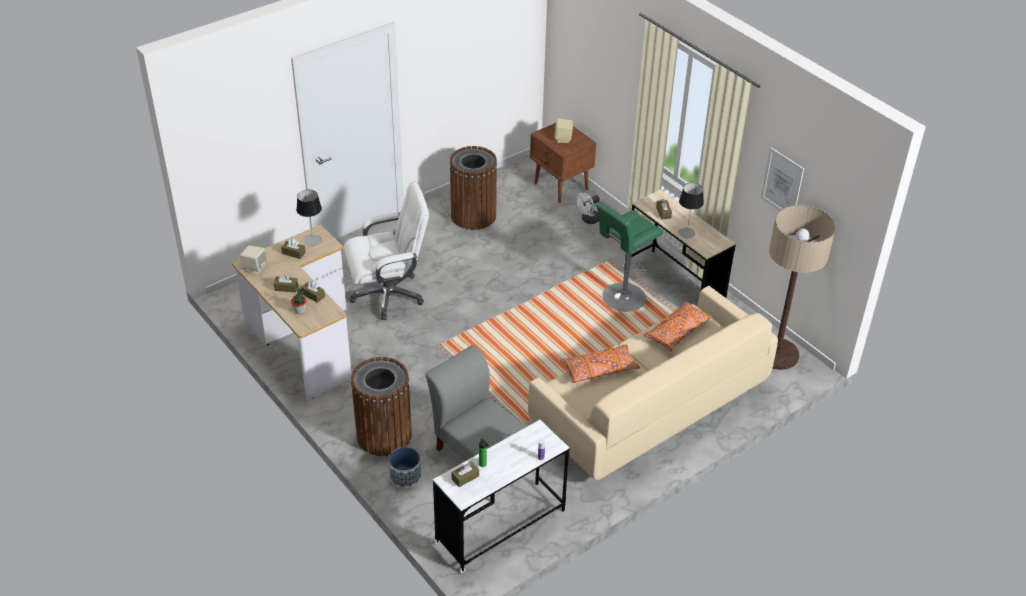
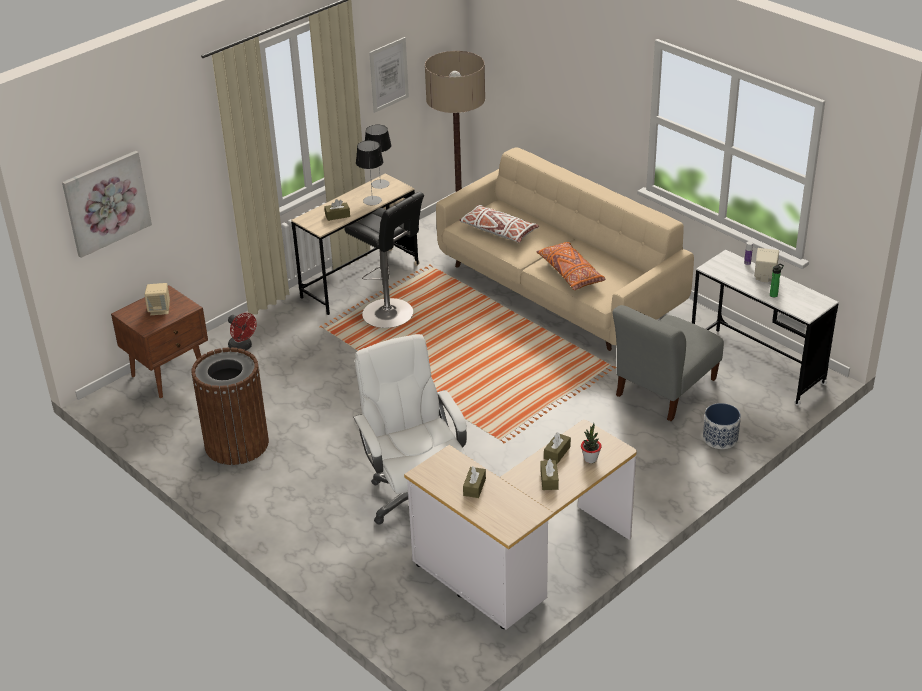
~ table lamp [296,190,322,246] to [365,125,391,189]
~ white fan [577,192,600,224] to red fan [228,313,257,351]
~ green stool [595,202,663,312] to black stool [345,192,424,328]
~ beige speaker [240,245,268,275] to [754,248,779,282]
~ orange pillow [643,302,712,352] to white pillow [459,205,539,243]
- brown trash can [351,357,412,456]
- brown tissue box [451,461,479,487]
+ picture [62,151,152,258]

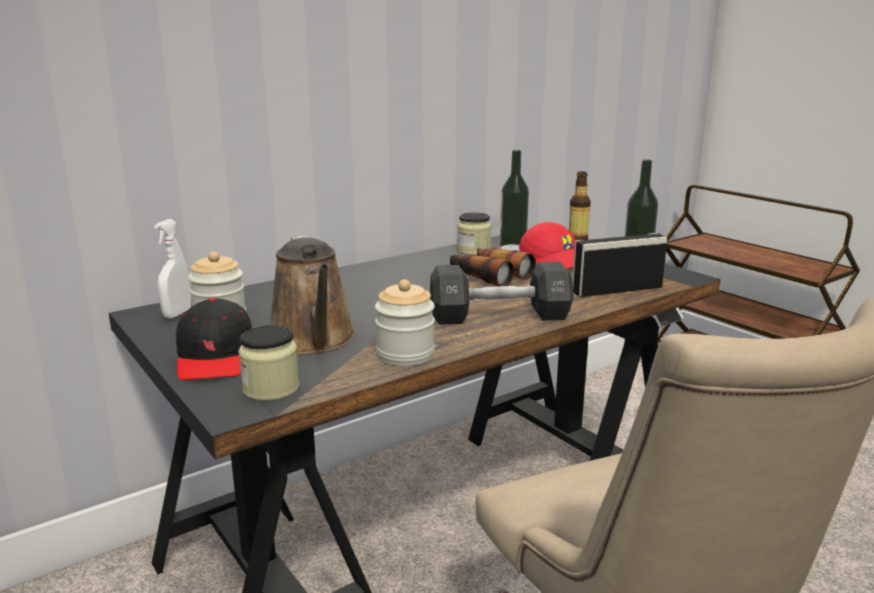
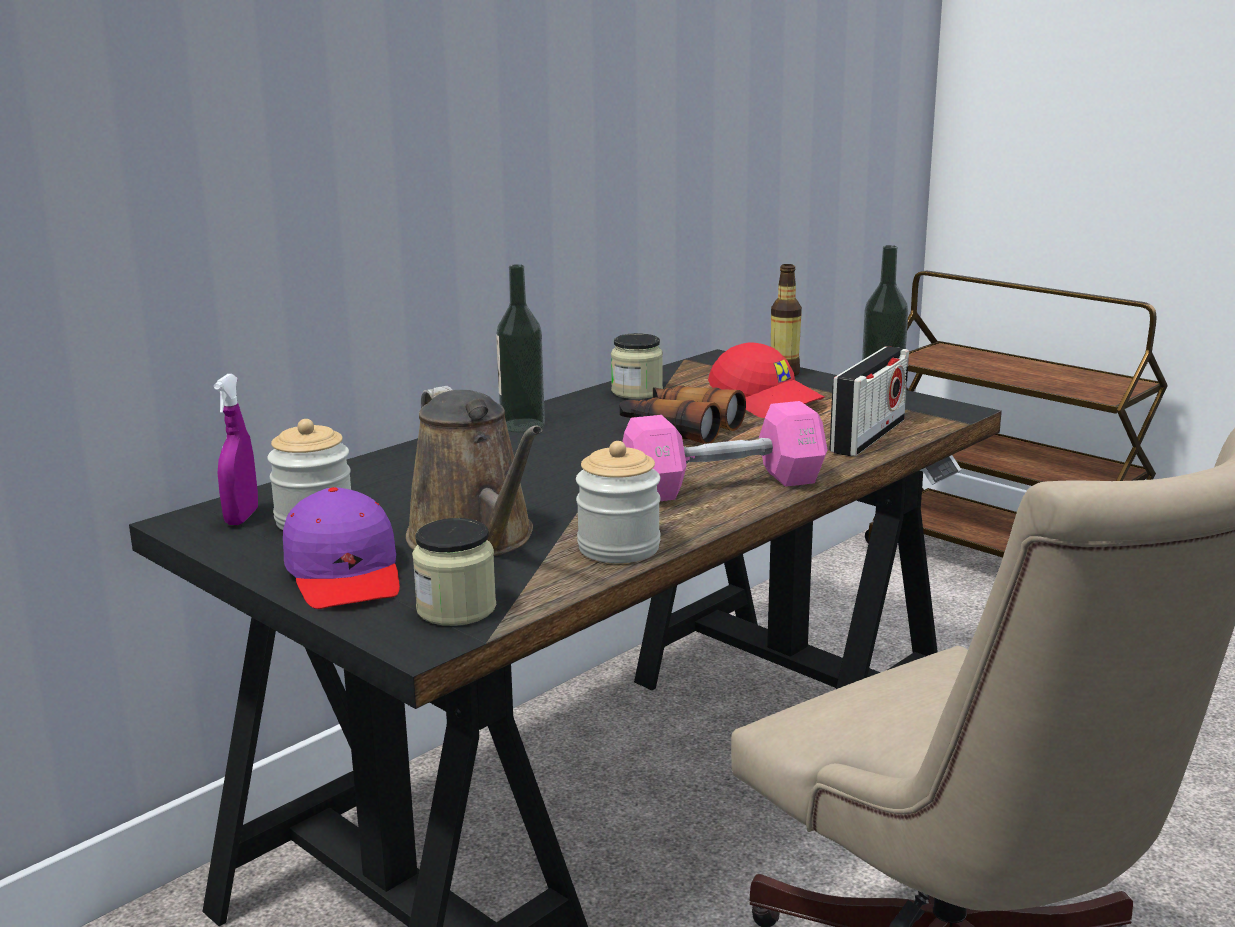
~ bottle [500,150,529,251] to [496,264,545,433]
~ white spray bottle [154,219,191,319] to purple spray bottle [214,374,258,525]
~ radio [572,233,667,297] = [829,346,909,456] 150 degrees clockwise
~ black dumbbell [430,262,574,325] to pink dumbbell [622,401,827,501]
~ black cap [176,298,252,380] to purple cap [283,487,400,609]

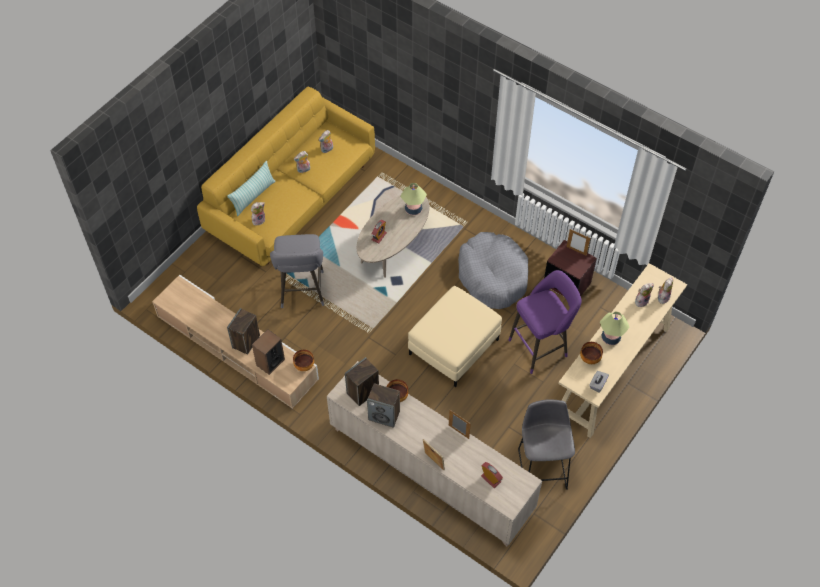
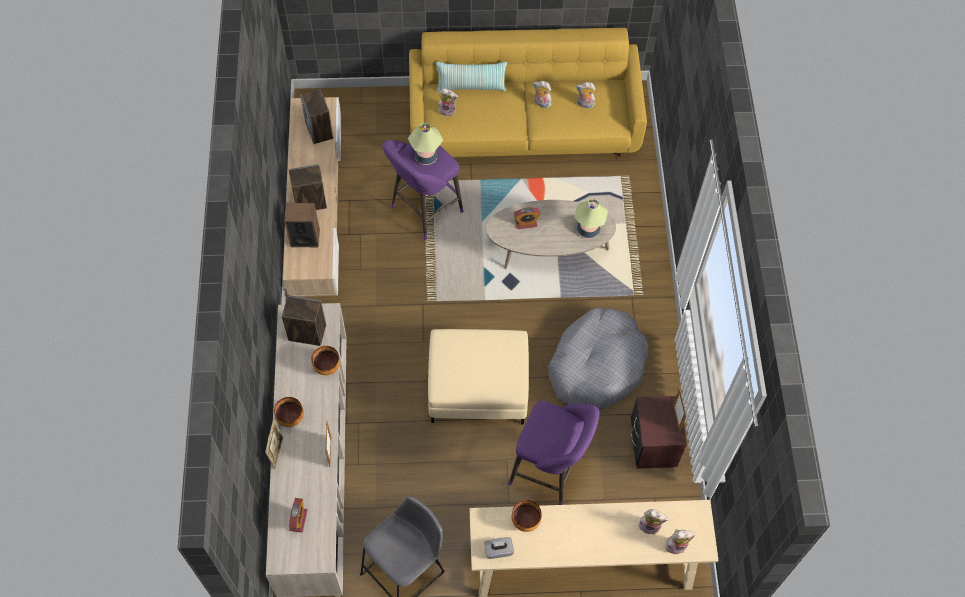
~ grey stool [270,234,324,308] to purple stool [382,140,464,240]
~ table lamp [600,312,629,345] to [408,123,443,165]
~ bowl [293,350,314,371] to [274,397,304,427]
~ speaker [367,383,400,428] to [300,89,333,144]

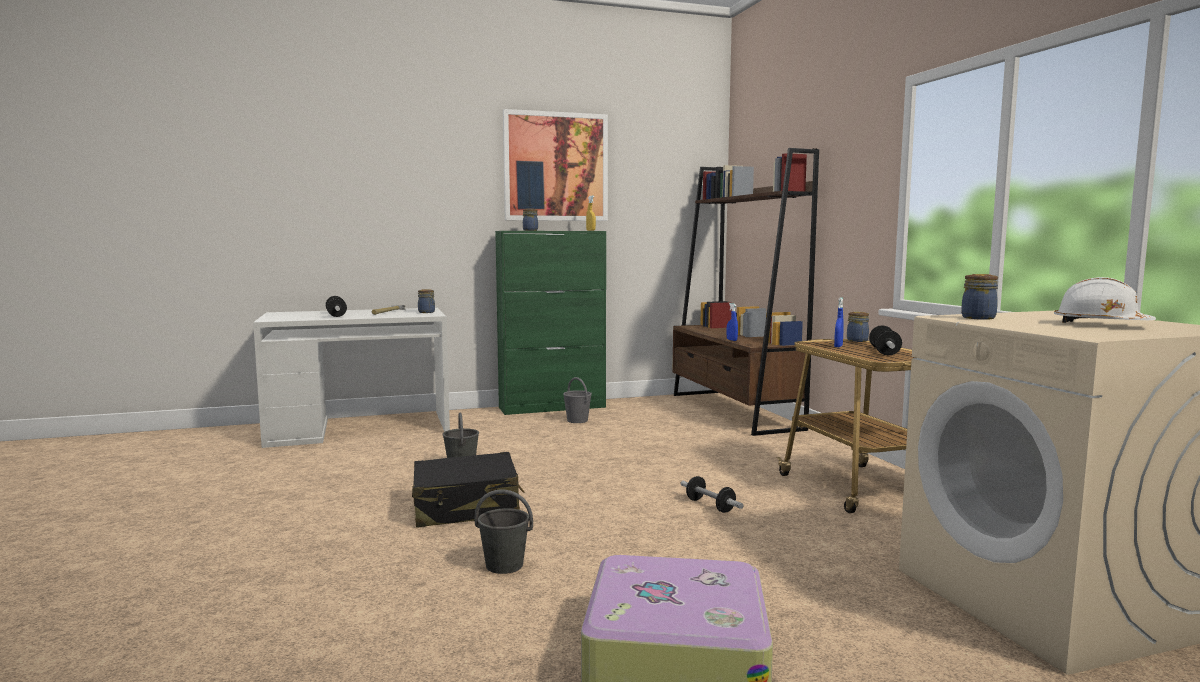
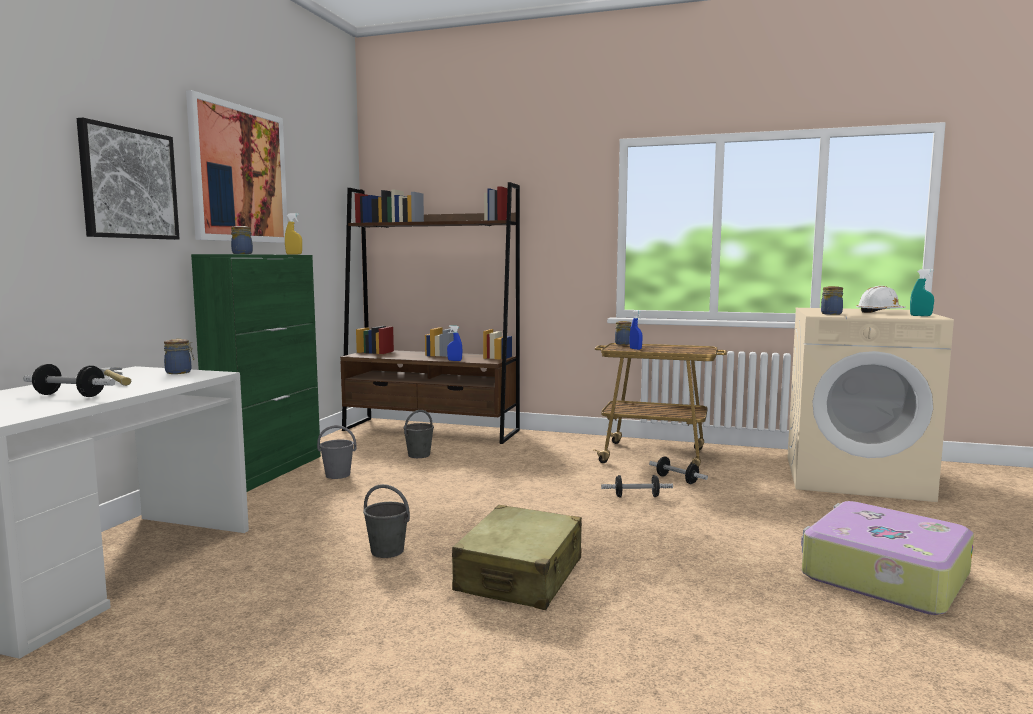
~ dumbbell [869,325,902,356] to [649,457,708,484]
~ black suitcase [412,452,524,527] to beige suitcase [452,505,582,610]
~ grey bucket [475,489,533,574] to [403,410,434,458]
+ picture [77,117,180,240]
+ turquoise spray bottle [910,269,934,316]

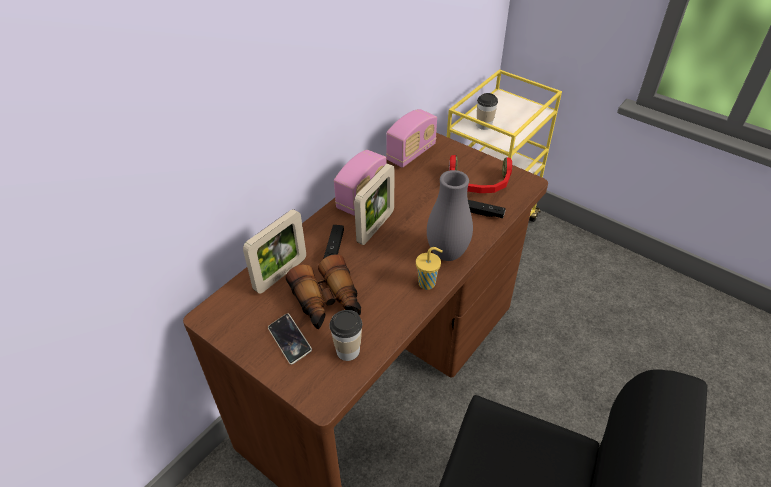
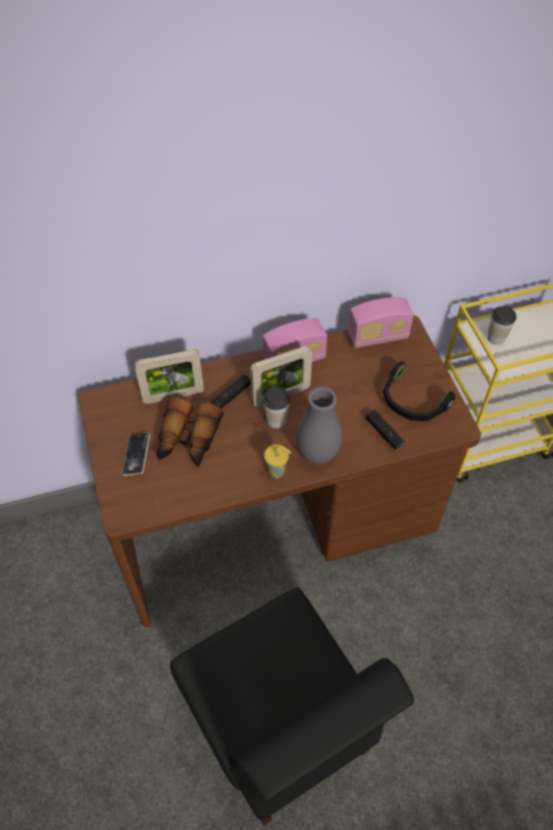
~ red headphones [449,155,512,193] to black headphones [383,361,455,421]
~ cup [329,310,362,361] to [263,387,290,429]

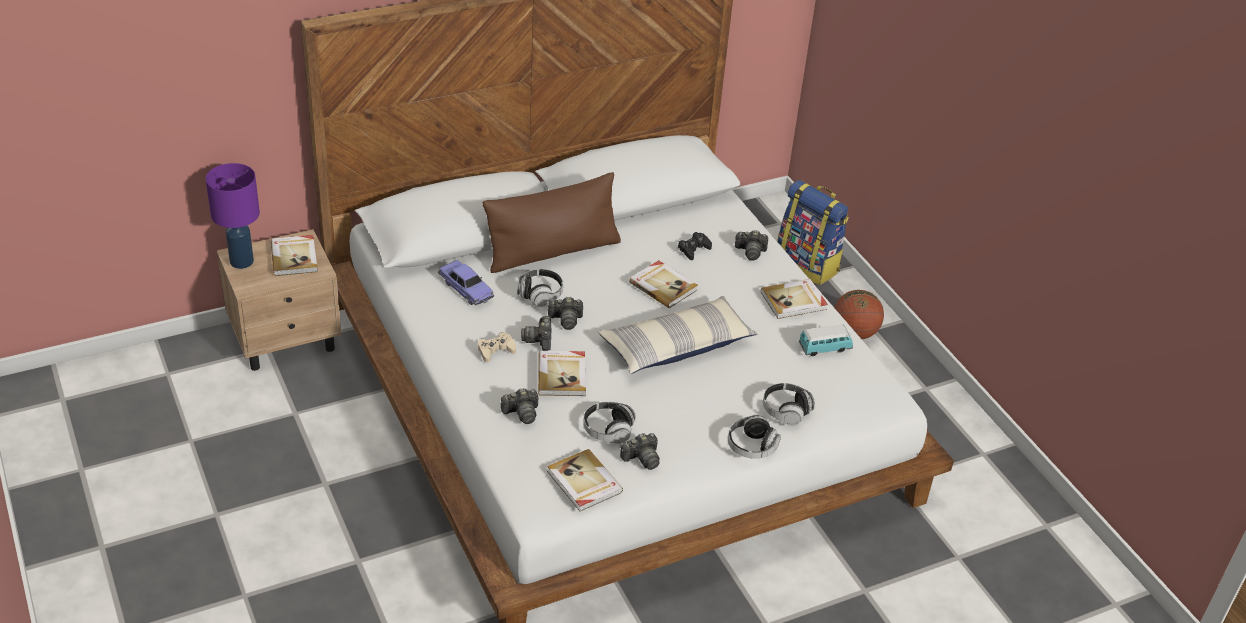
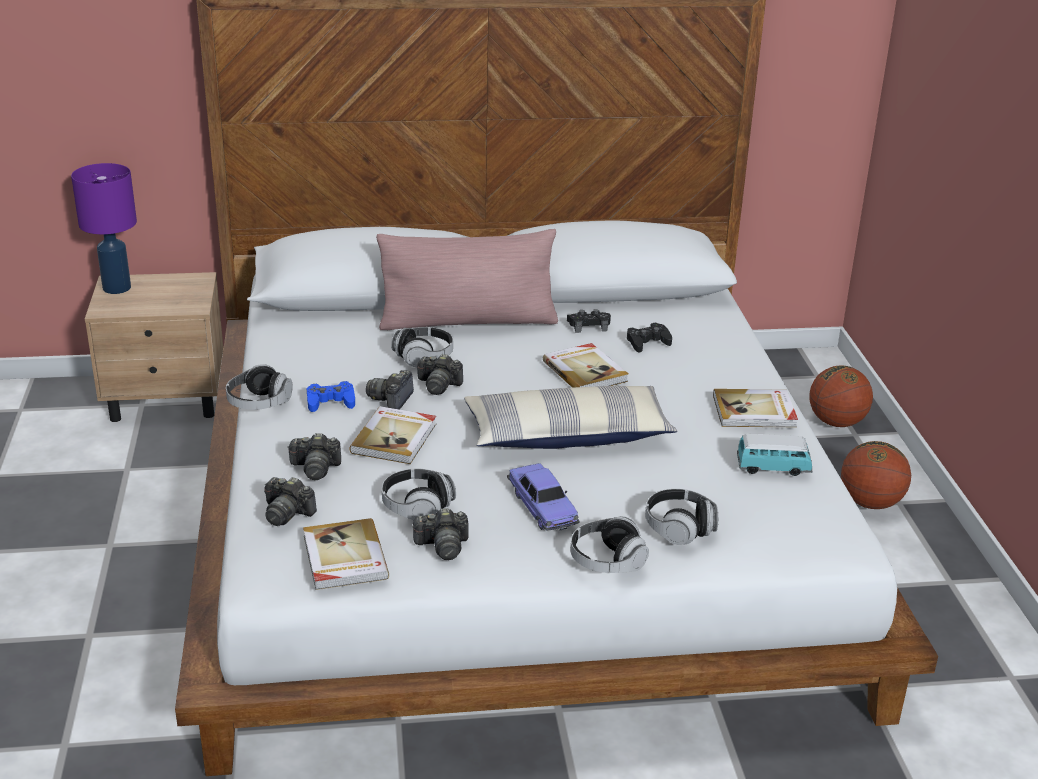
~ brown pillow [482,172,621,273] to pink pillow [376,229,558,330]
~ backpack [777,180,849,285] to basketball [809,365,873,427]
~ photo camera [735,230,768,261] to [264,477,317,526]
- book [271,235,318,276]
~ toy car [438,260,494,305] to [507,463,580,530]
~ beige game controller [478,332,516,363] to blue game controller [307,381,355,412]
+ black game controller [567,309,611,333]
+ headphones [226,364,293,410]

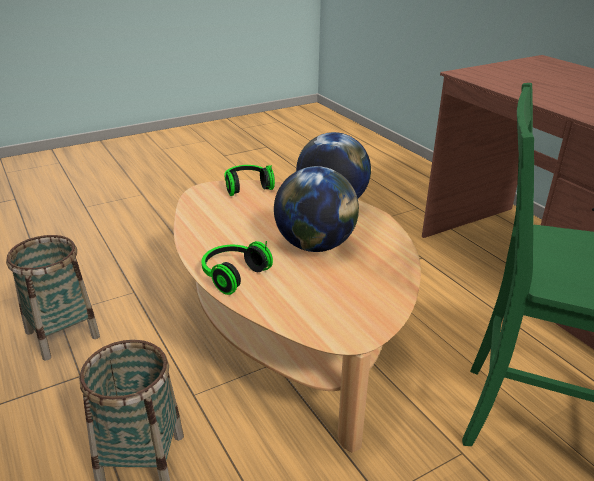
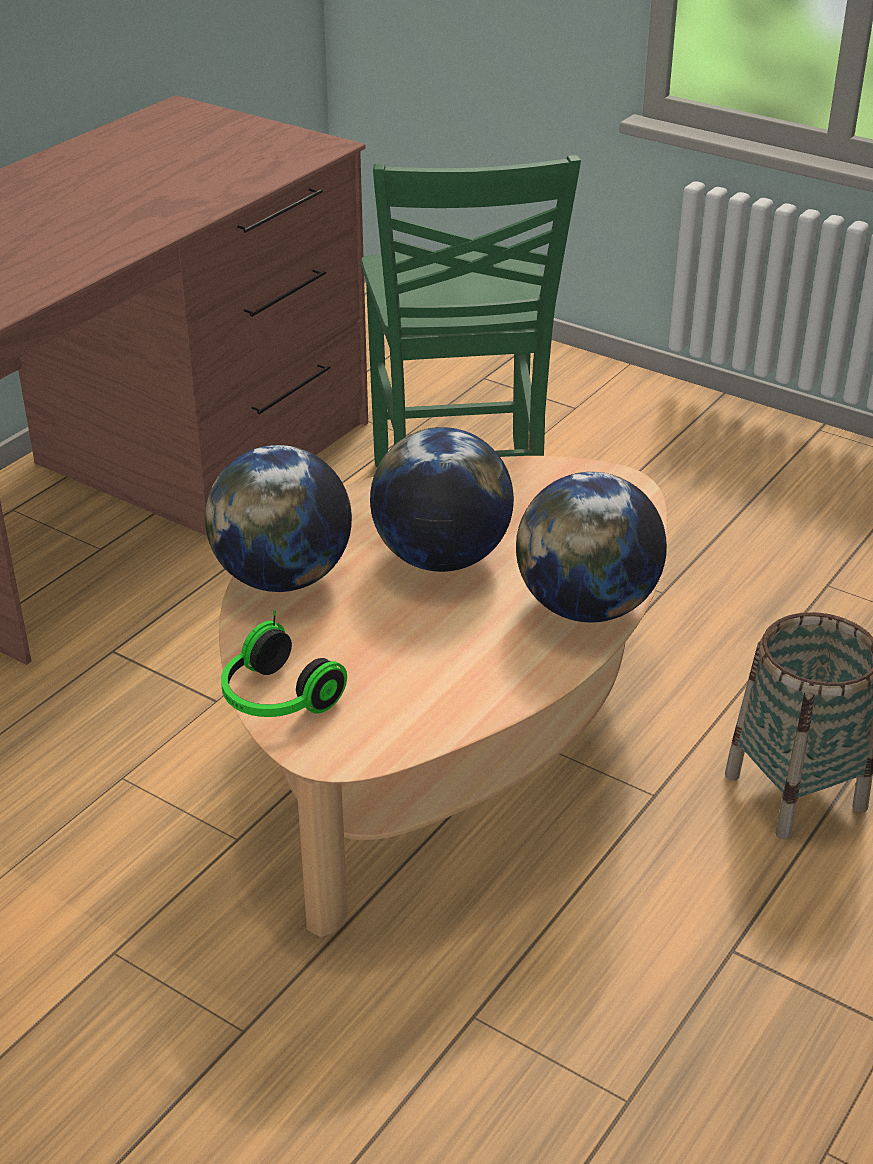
- basket [6,235,100,361]
~ headphones [201,241,273,295] to globe [516,472,667,622]

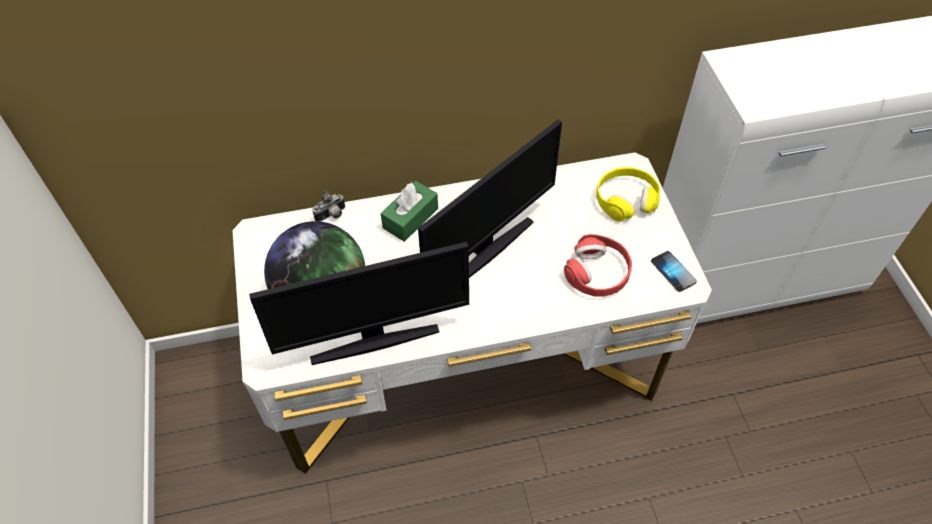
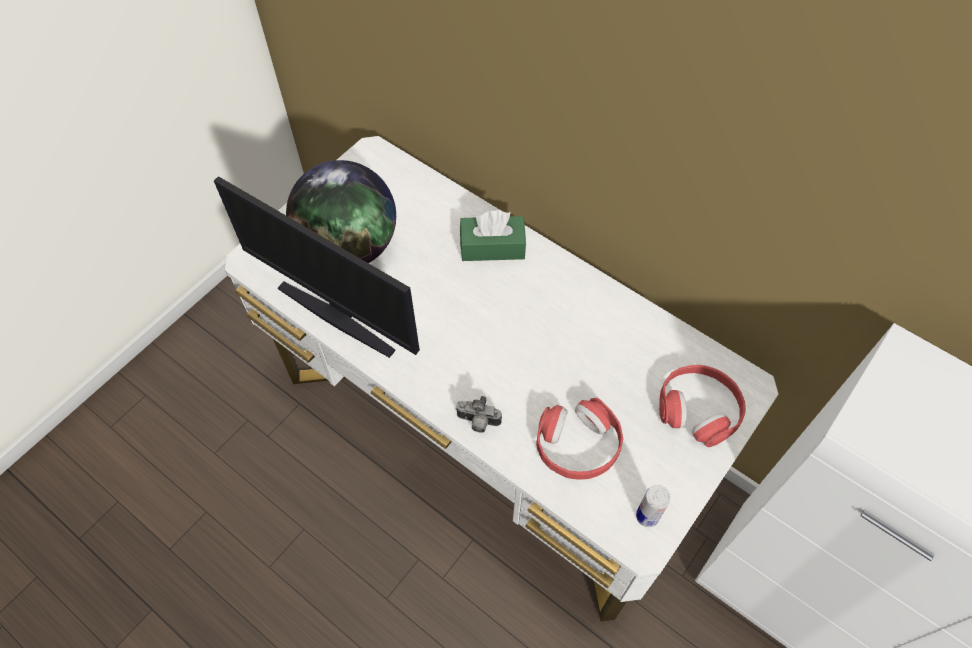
- monitor [418,120,562,278]
~ yellow headphones [596,167,660,222] to red headphones [659,365,746,447]
~ photo camera [312,190,345,222] to [455,396,502,433]
~ phone [651,251,697,292] to can [636,485,670,527]

